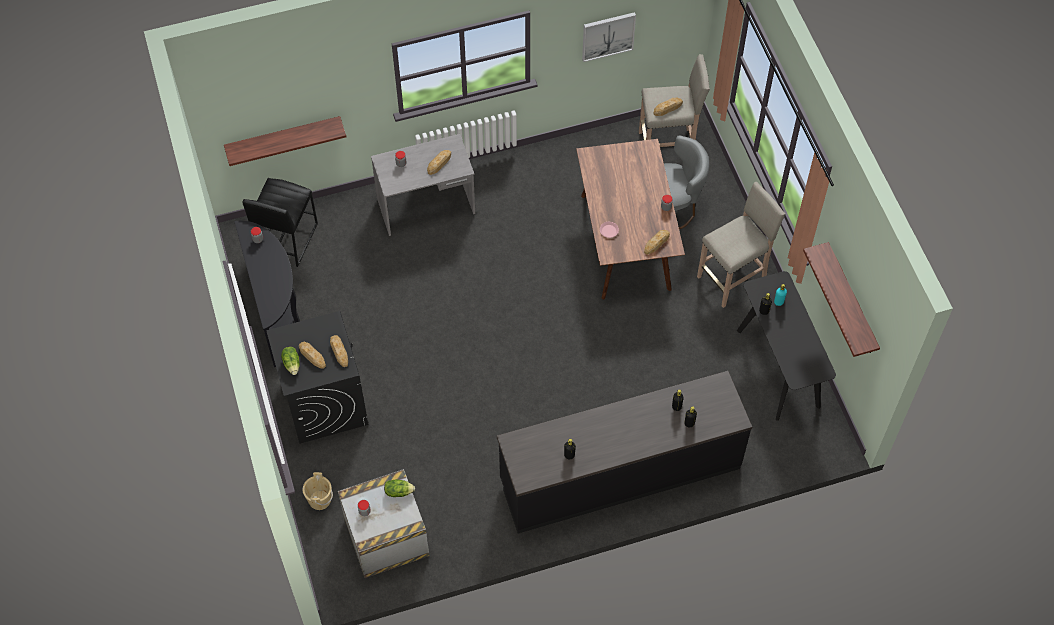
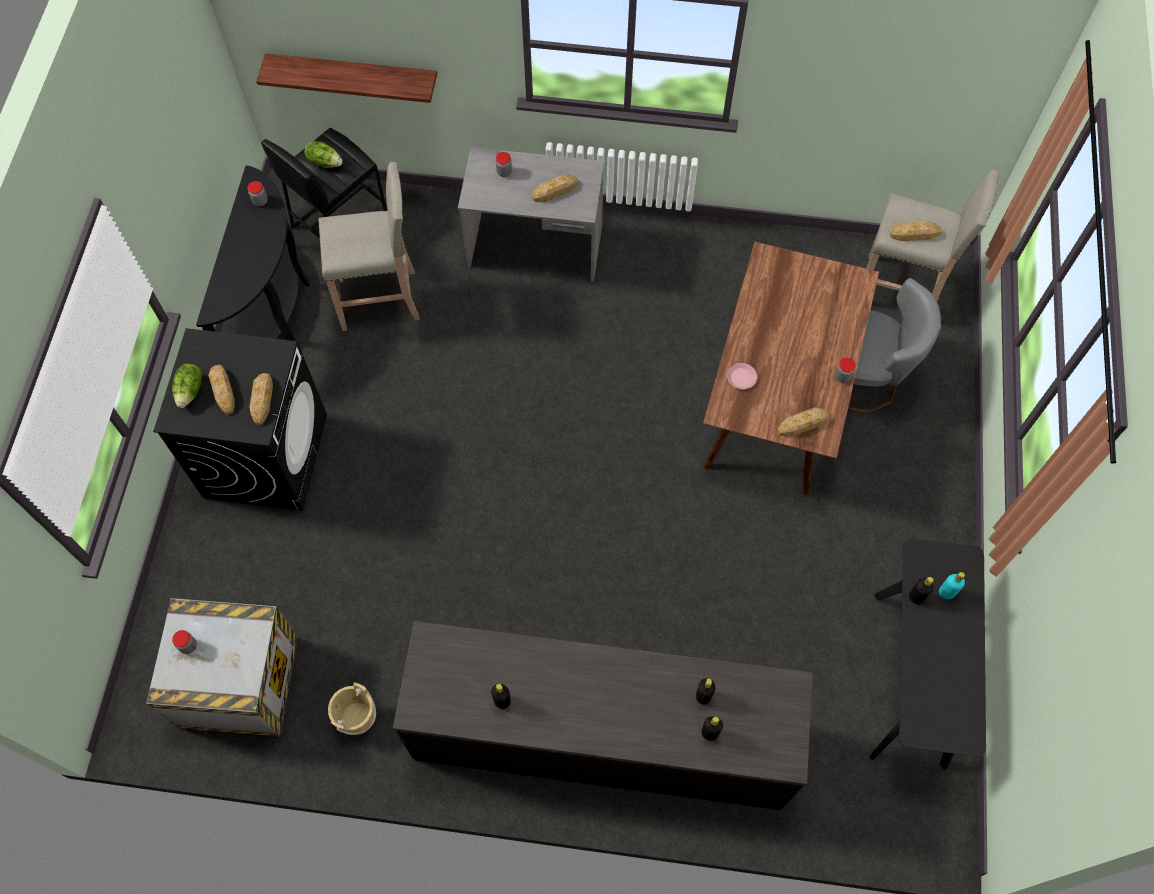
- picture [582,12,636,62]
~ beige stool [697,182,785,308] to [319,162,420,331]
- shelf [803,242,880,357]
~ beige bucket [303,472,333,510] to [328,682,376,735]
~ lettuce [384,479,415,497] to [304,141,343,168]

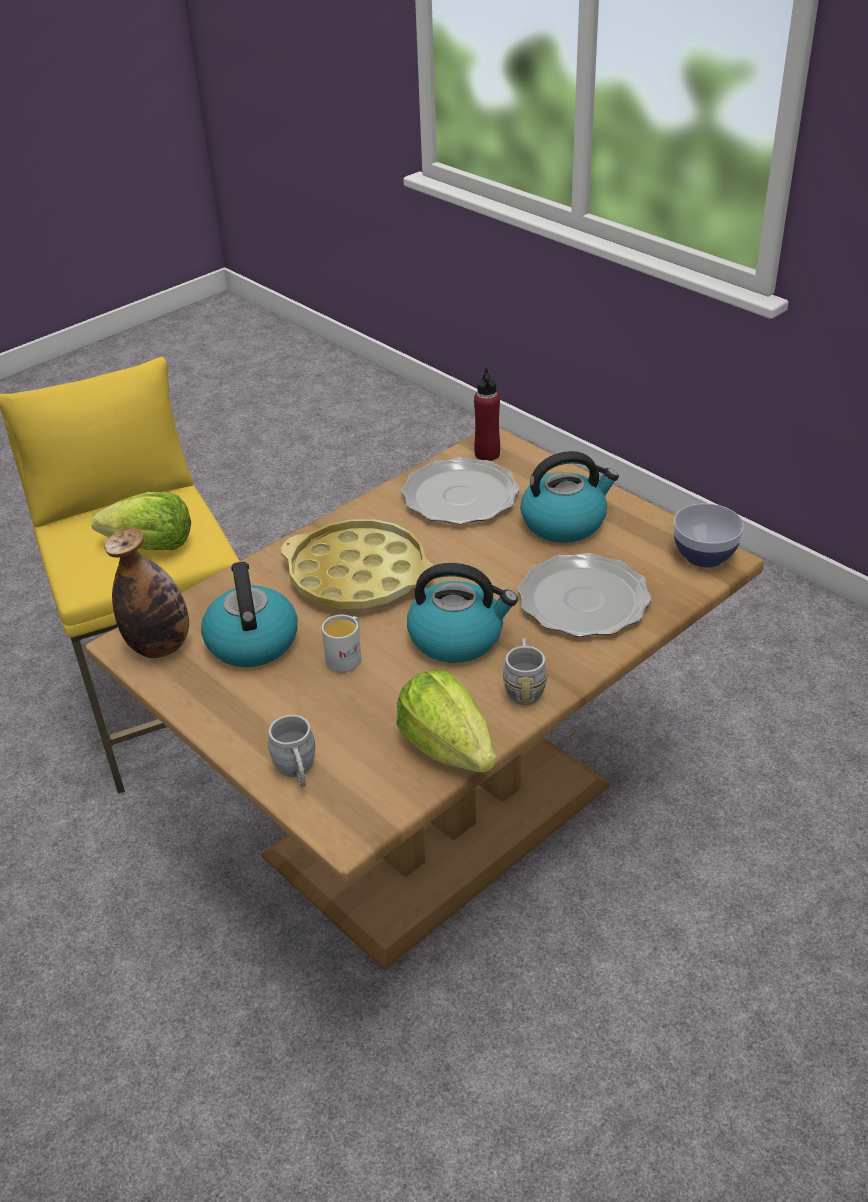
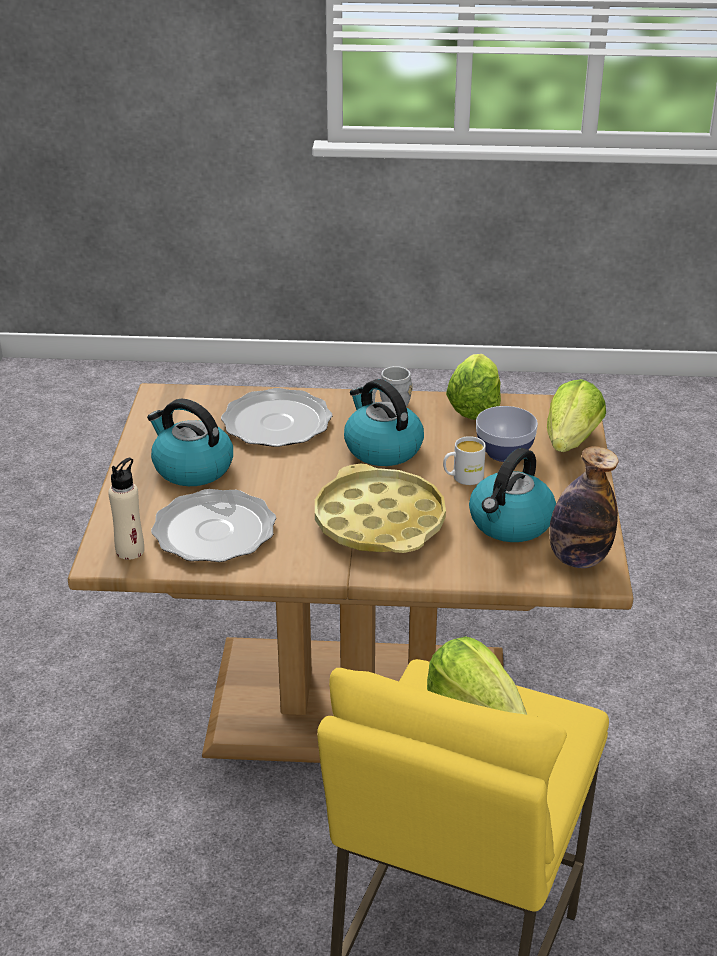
~ red bottle [474,367,500,461] to beige bottle [108,458,144,560]
~ bowl [673,503,744,568] to [476,406,538,462]
~ grey mug [268,715,315,787] to lettuce [547,379,606,452]

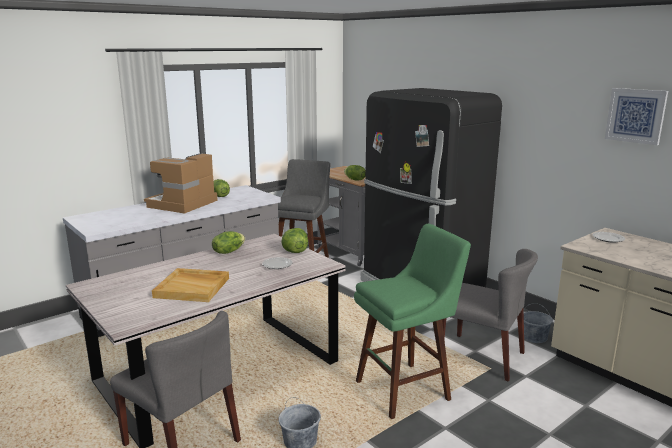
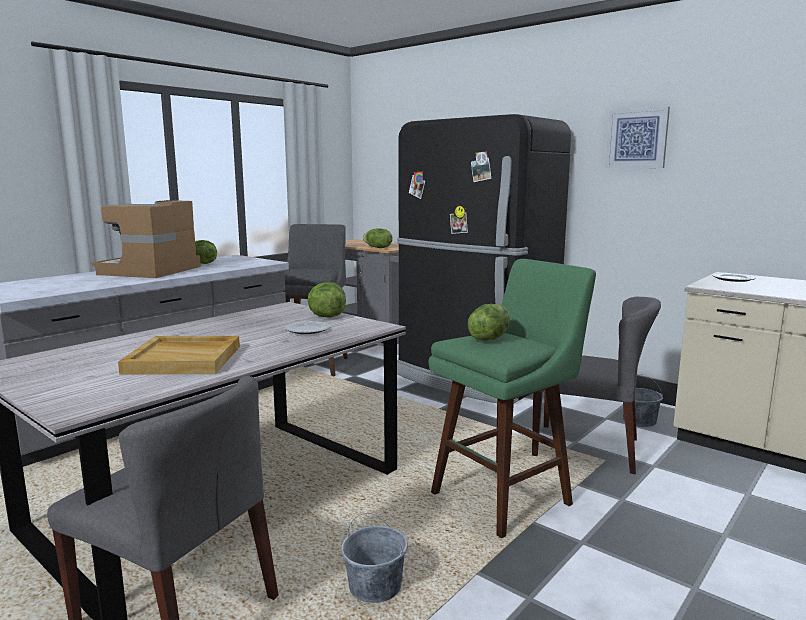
~ picture [605,88,668,145] to [606,107,670,168]
~ lettuce [212,231,245,254] to [468,304,510,341]

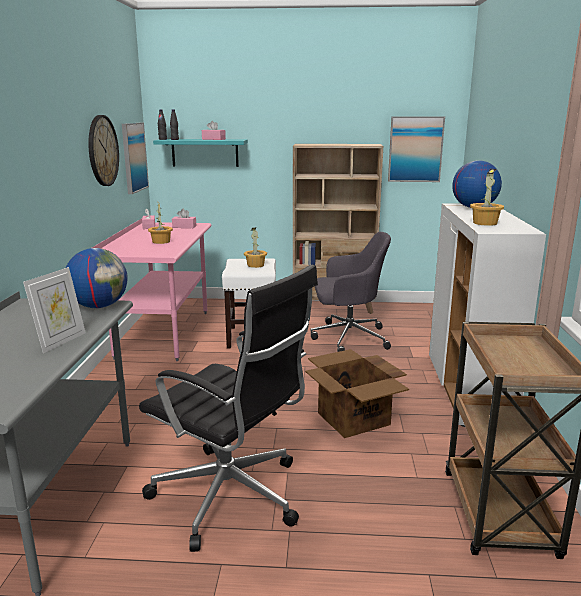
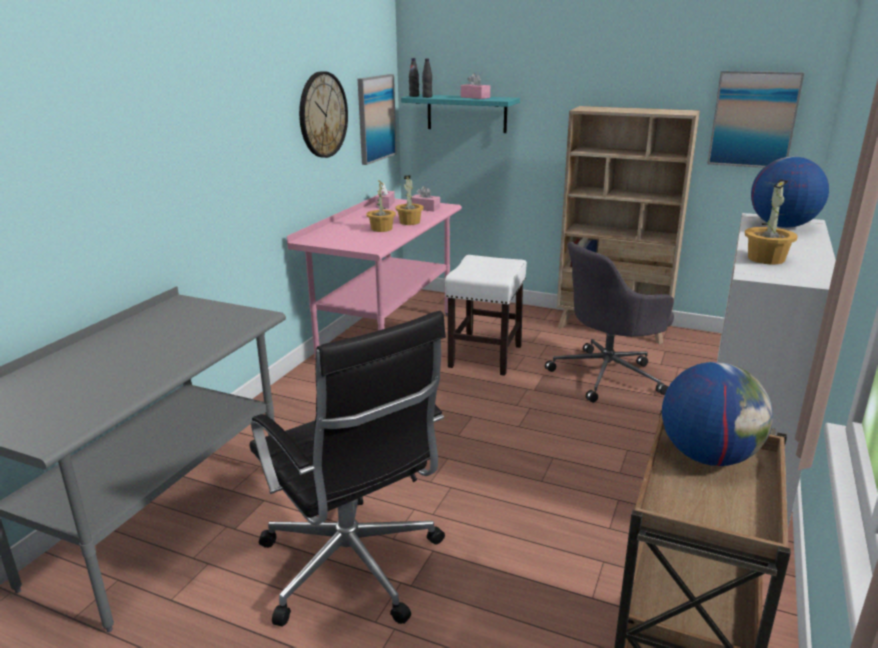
~ potted plant [244,227,267,268] to [395,175,424,225]
~ grey office chair [310,232,391,352] = [545,242,674,403] 135 degrees clockwise
~ globe [66,248,128,308] to [662,362,773,466]
- picture frame [23,267,86,353]
- cardboard box [305,349,409,438]

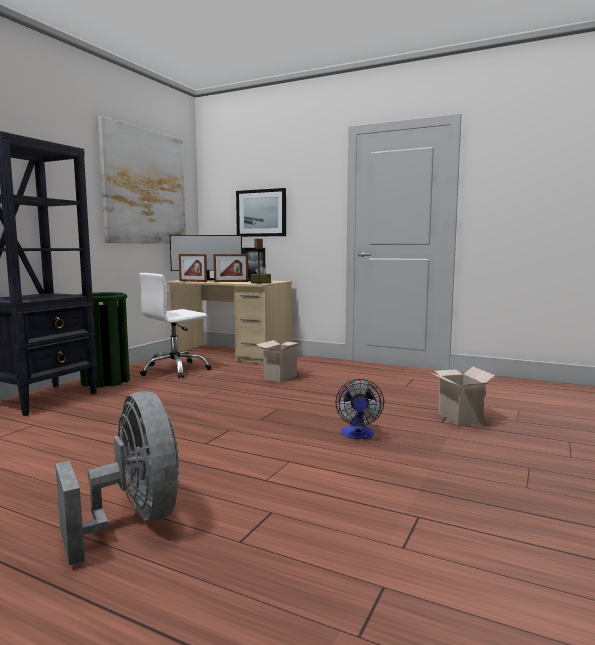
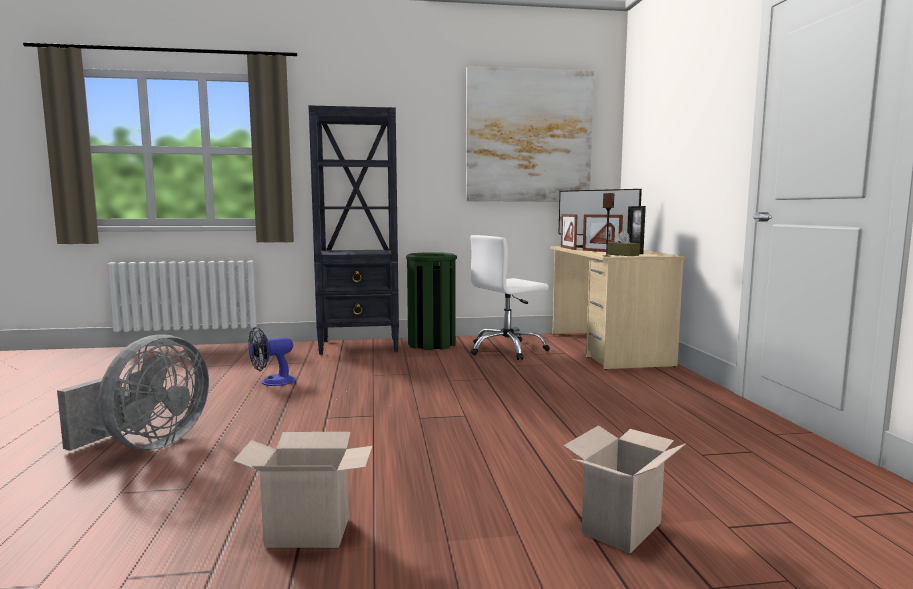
- picture [236,188,286,237]
~ white office chair [139,273,212,378] = [470,235,550,360] 45 degrees counterclockwise
~ cardboard box [256,340,303,382] to [233,432,373,548]
~ fan [335,379,384,439] to [248,327,296,386]

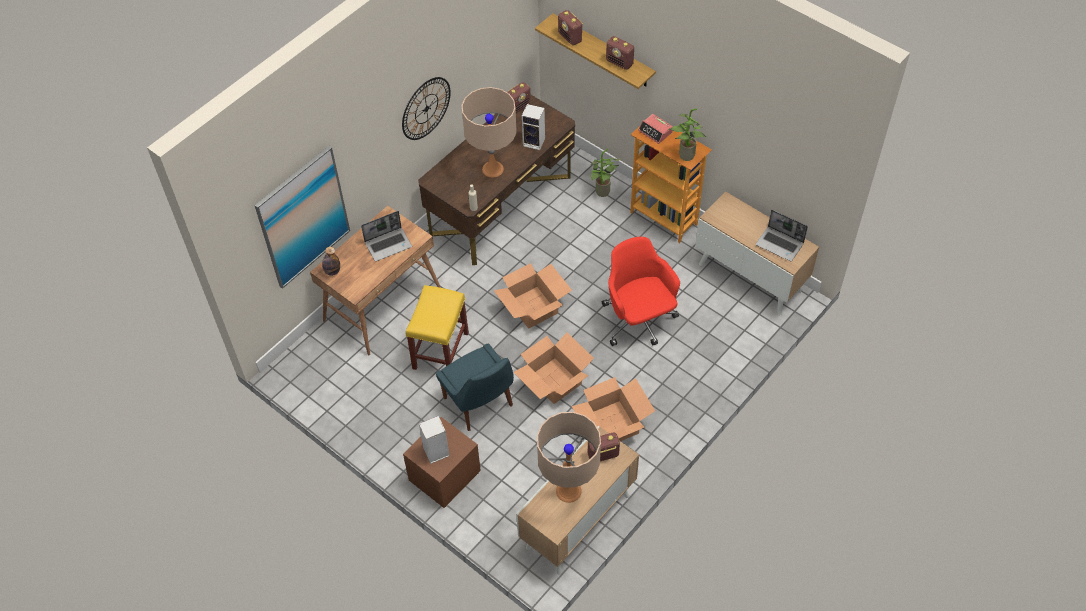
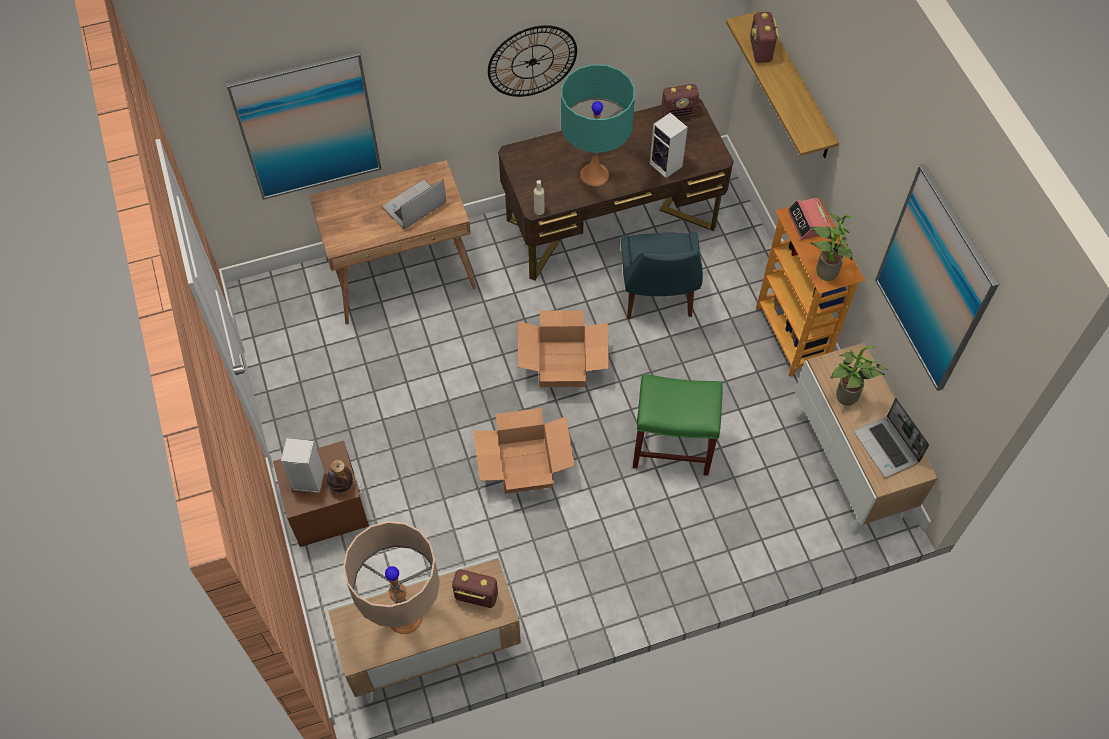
- radio [606,36,634,70]
~ beige table lamp [462,87,517,178] to turquoise table lamp [561,64,635,186]
~ potted plant [591,149,620,197] to [830,346,888,406]
~ laptop [361,211,412,261] = [383,179,446,229] 135 degrees clockwise
~ red office chair [602,237,680,346] to green stool [633,374,722,476]
~ bottle [322,247,340,276] to [327,459,353,493]
- yellow stool [406,285,469,370]
~ blue chair [436,343,514,431] to [621,233,703,319]
- cardboard box [571,377,655,441]
+ picture [875,164,999,391]

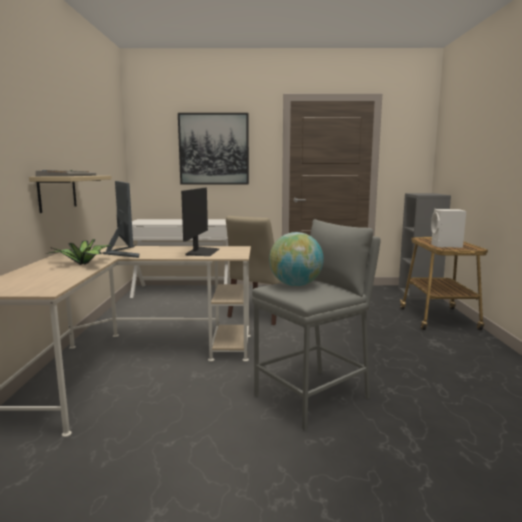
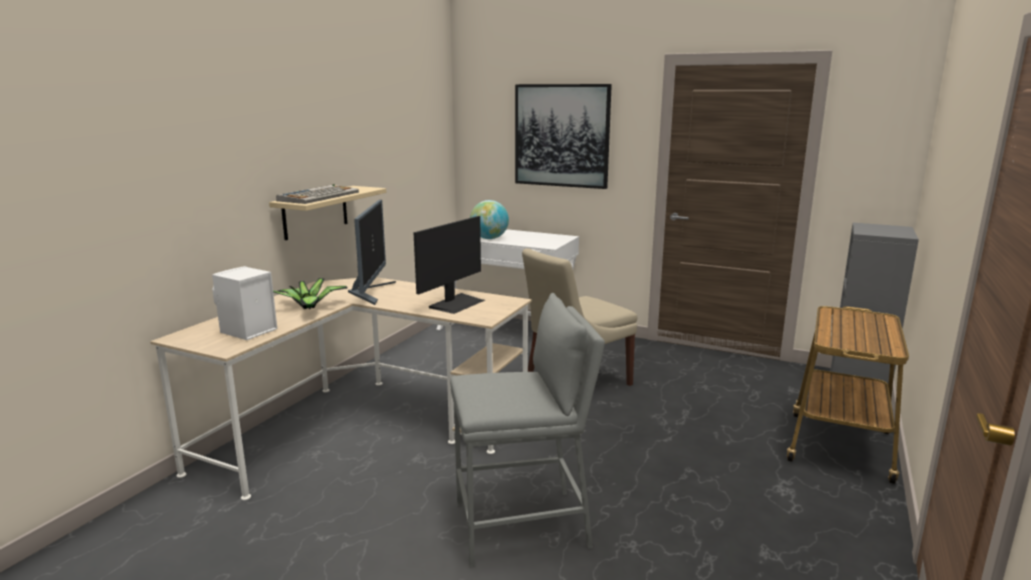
~ white speaker [431,209,466,248] to [212,266,277,340]
~ globe [269,232,324,286] to [470,200,509,239]

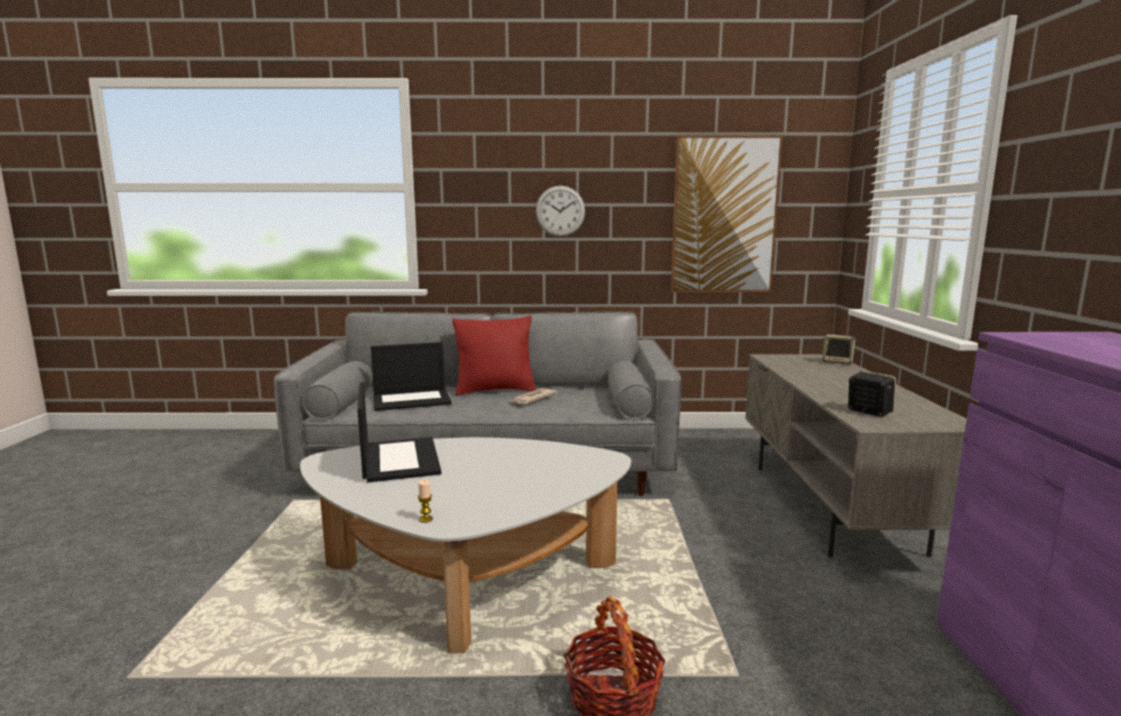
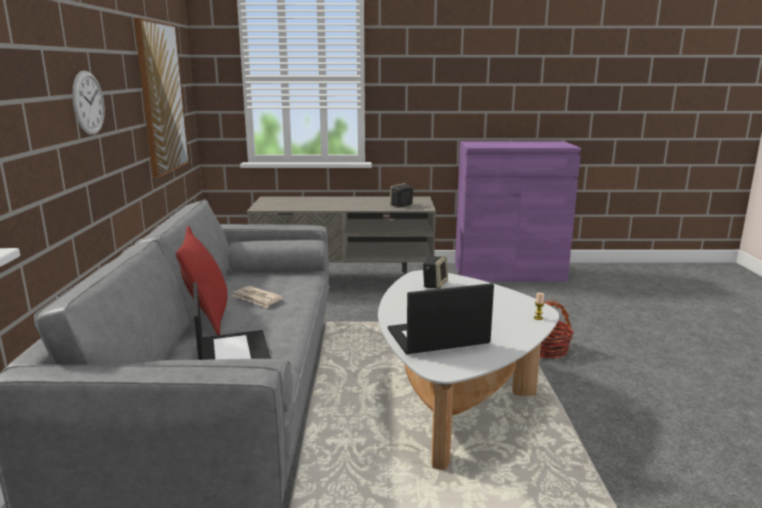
~ speaker [822,334,857,364] to [422,256,448,289]

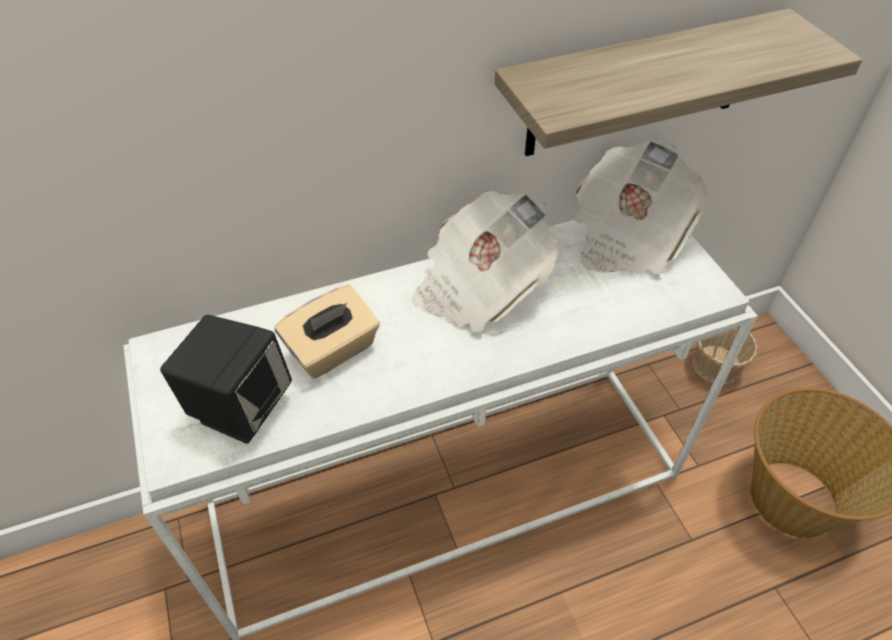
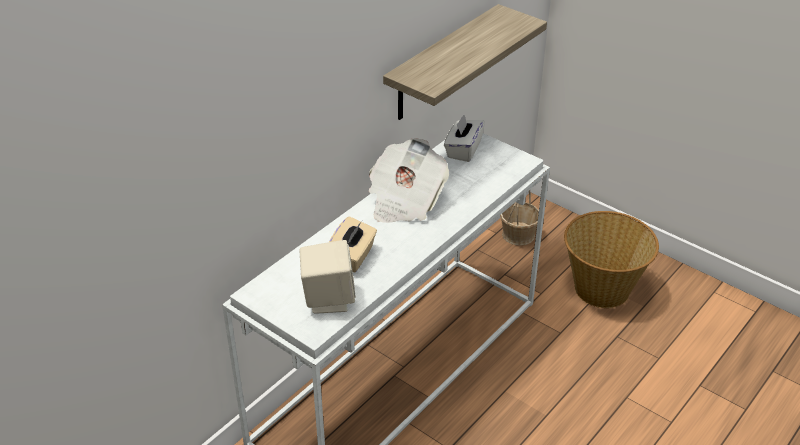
~ newspaper [574,140,708,274] to white tissue box [444,115,485,162]
~ black speaker [160,315,292,444] to beige speaker [299,240,356,314]

